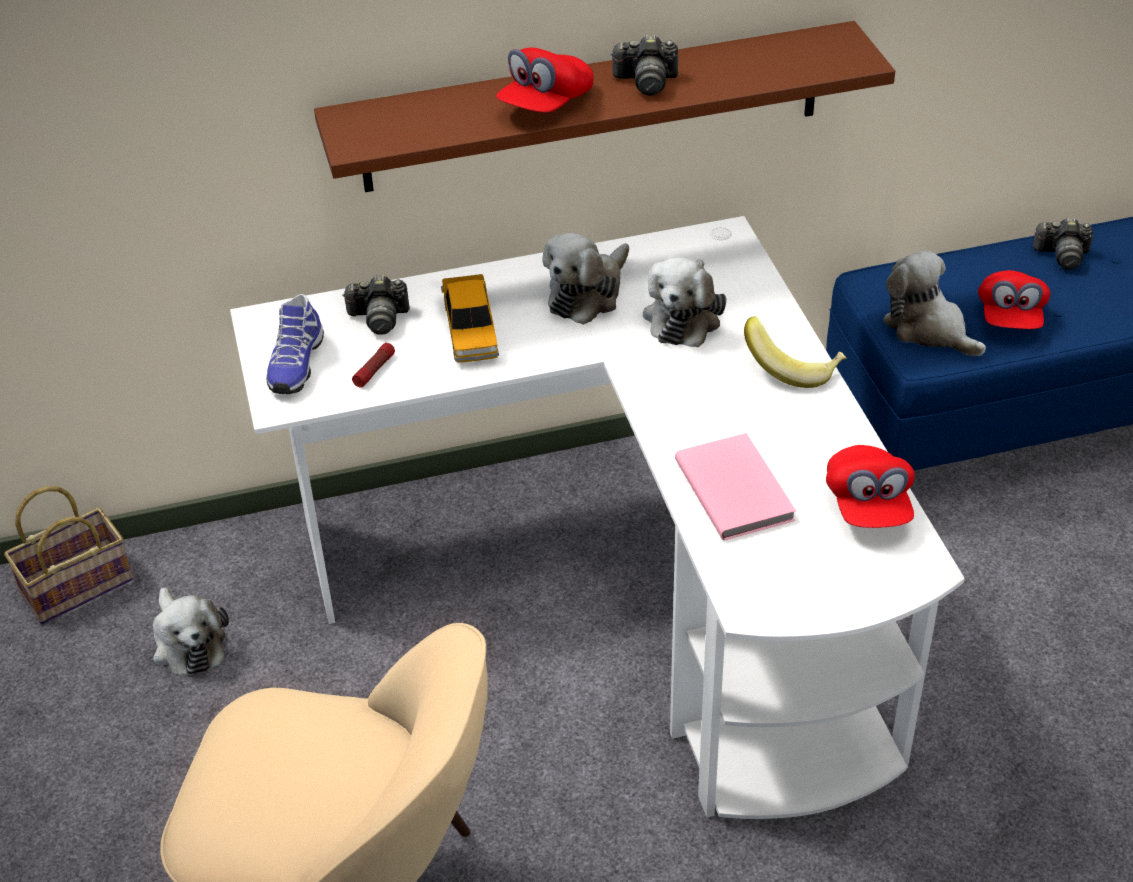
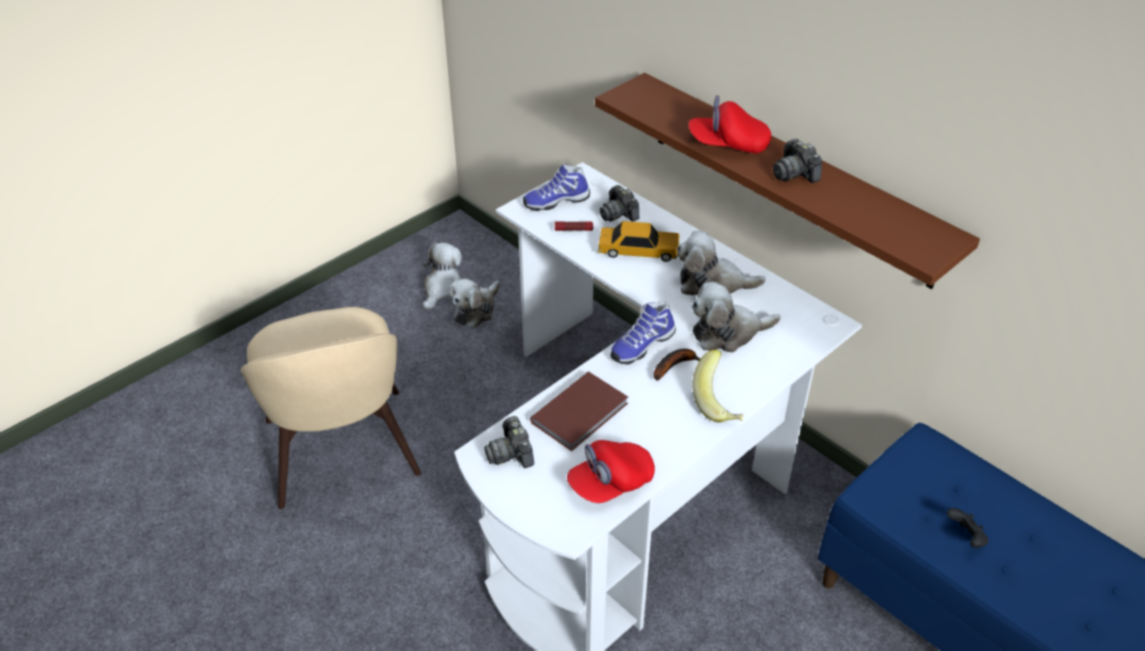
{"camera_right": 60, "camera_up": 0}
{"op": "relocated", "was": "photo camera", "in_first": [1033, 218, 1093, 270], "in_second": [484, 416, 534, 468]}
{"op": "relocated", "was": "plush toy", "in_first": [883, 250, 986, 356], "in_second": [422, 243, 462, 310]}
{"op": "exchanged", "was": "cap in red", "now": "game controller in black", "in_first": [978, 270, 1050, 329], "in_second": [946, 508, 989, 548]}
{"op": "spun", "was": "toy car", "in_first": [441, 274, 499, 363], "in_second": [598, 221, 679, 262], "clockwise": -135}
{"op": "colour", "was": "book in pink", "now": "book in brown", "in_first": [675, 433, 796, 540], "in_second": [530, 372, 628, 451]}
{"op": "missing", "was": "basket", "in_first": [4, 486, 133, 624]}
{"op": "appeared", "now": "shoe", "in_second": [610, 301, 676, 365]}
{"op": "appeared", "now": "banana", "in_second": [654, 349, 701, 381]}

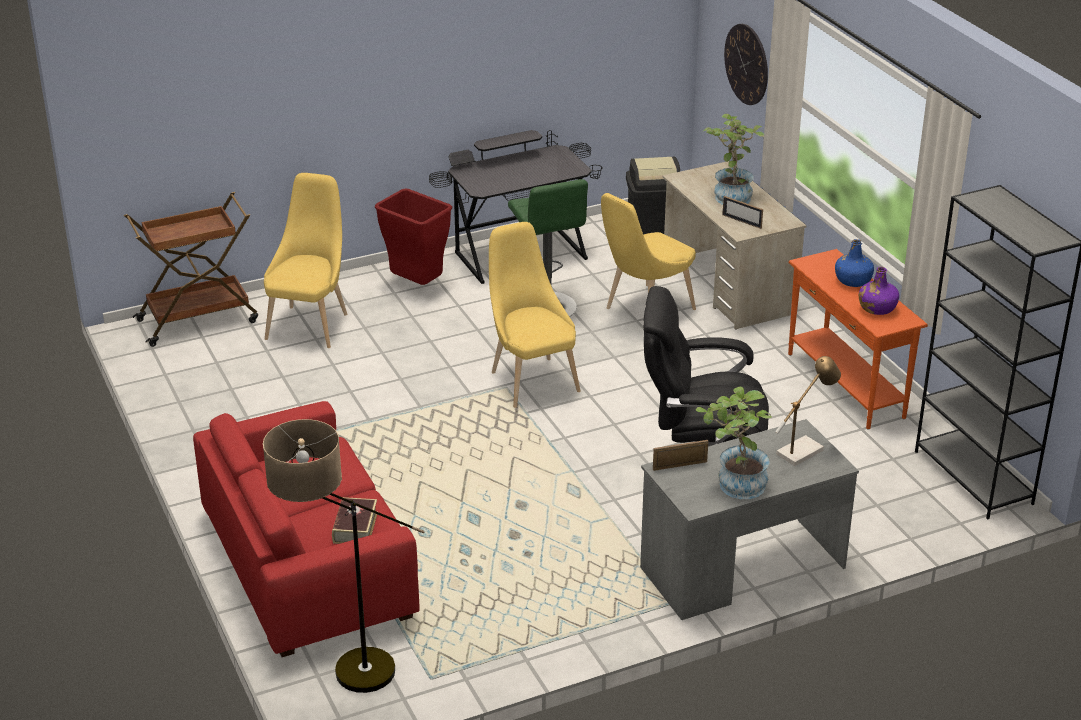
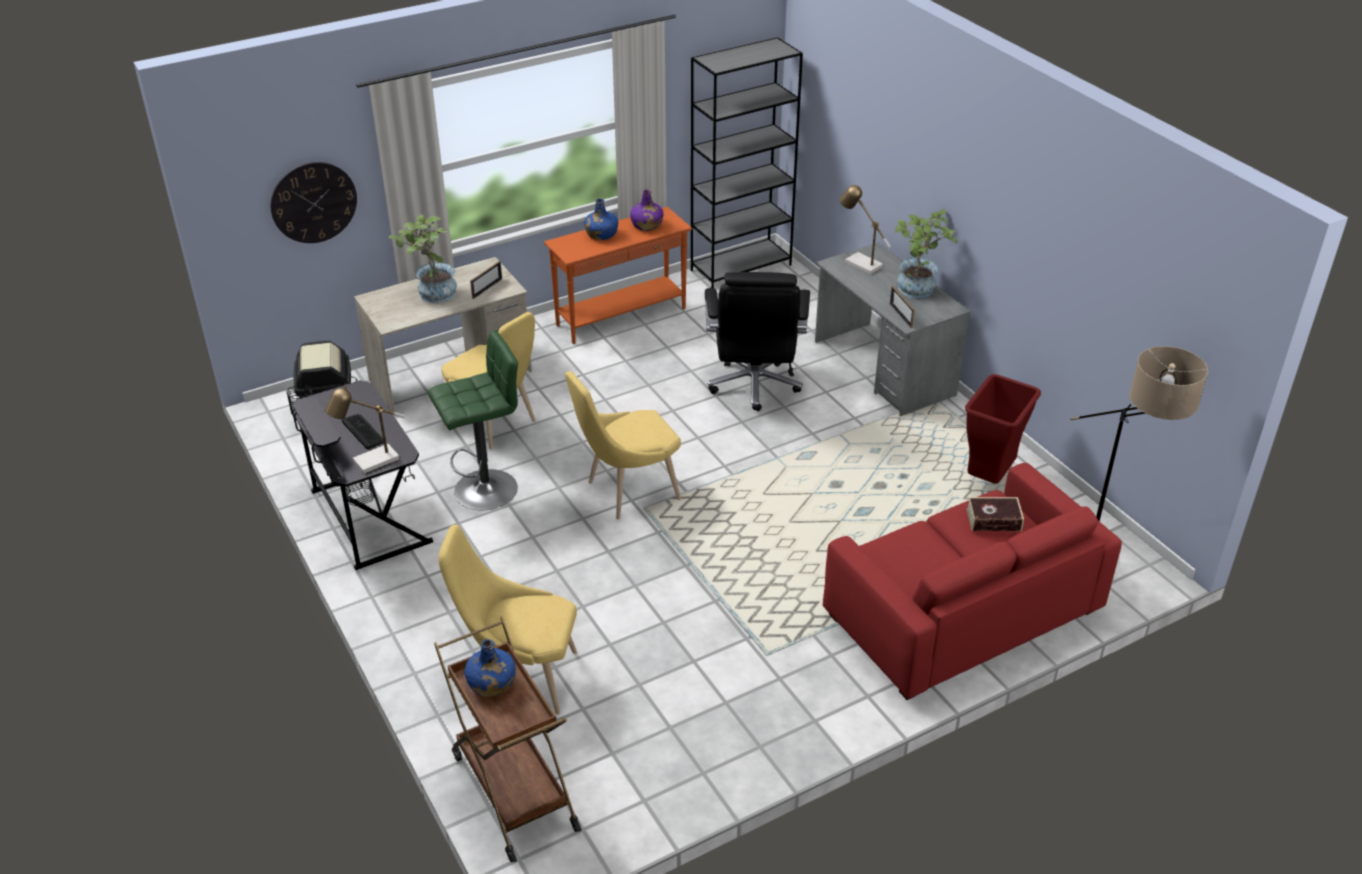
{"camera_right": -95, "camera_up": 5}
{"op": "relocated", "was": "trash can in red", "in_first": [375, 188, 452, 285], "in_second": [965, 374, 1041, 484]}
{"op": "appeared", "now": "table lamp", "in_second": [325, 386, 405, 474]}
{"op": "appeared", "now": "keyboard", "in_second": [342, 414, 384, 449]}
{"op": "appeared", "now": "bottle in blue", "in_second": [465, 639, 516, 697]}

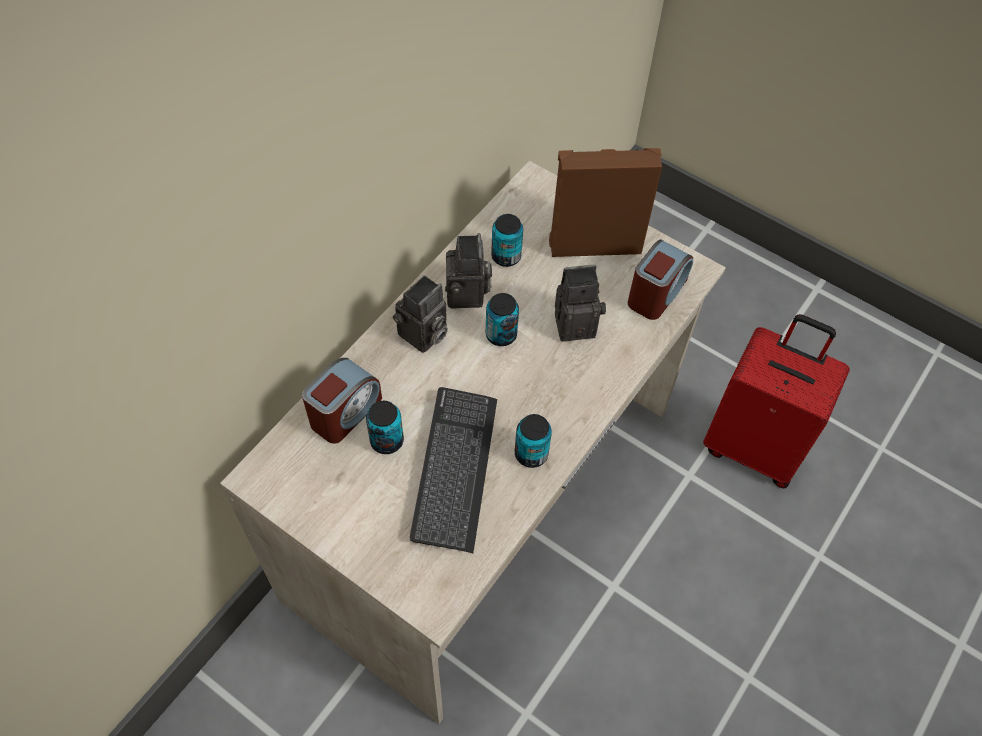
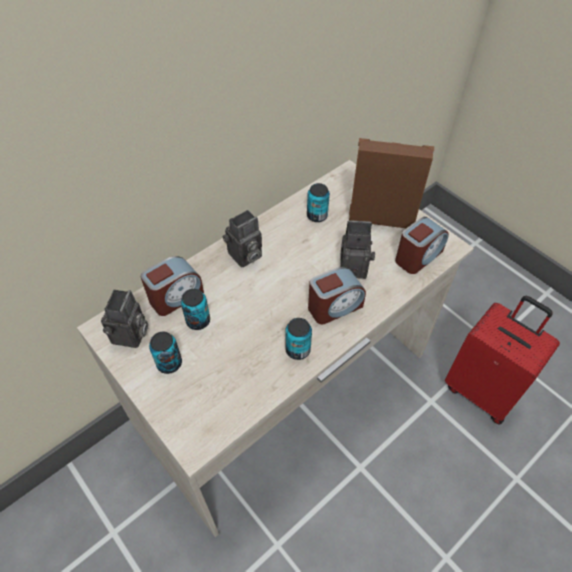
{"camera_right": 15, "camera_up": -5}
{"op": "relocated", "was": "photo camera", "in_first": [445, 233, 492, 308], "in_second": [101, 290, 148, 348]}
{"op": "relocated", "was": "can", "in_first": [486, 293, 519, 346], "in_second": [149, 332, 182, 374]}
{"op": "missing", "was": "keyboard", "in_first": [410, 387, 497, 553]}
{"op": "appeared", "now": "alarm clock", "in_second": [308, 267, 366, 324]}

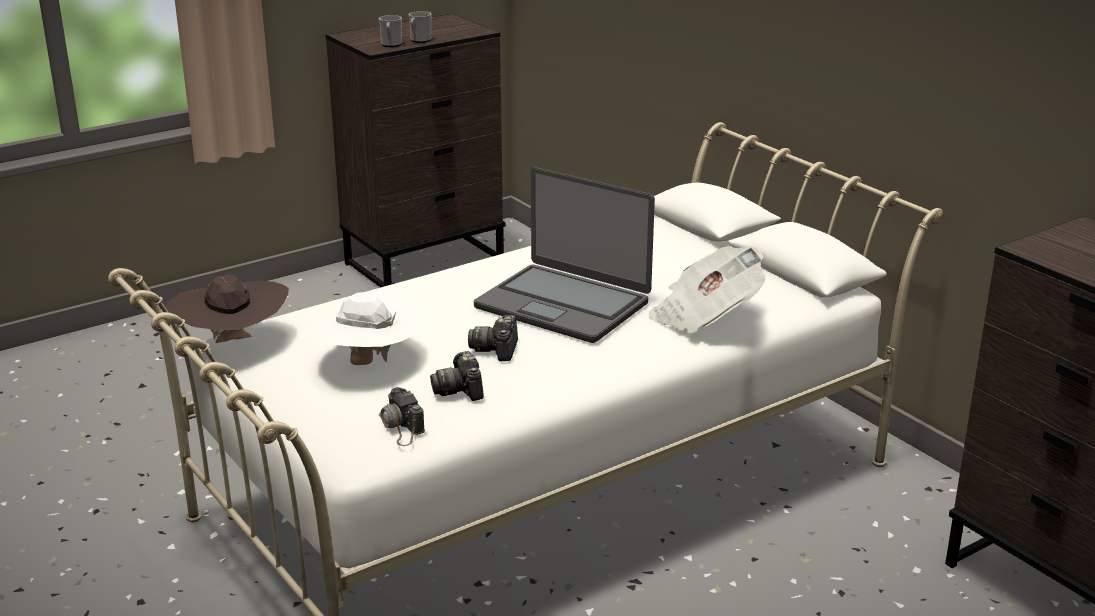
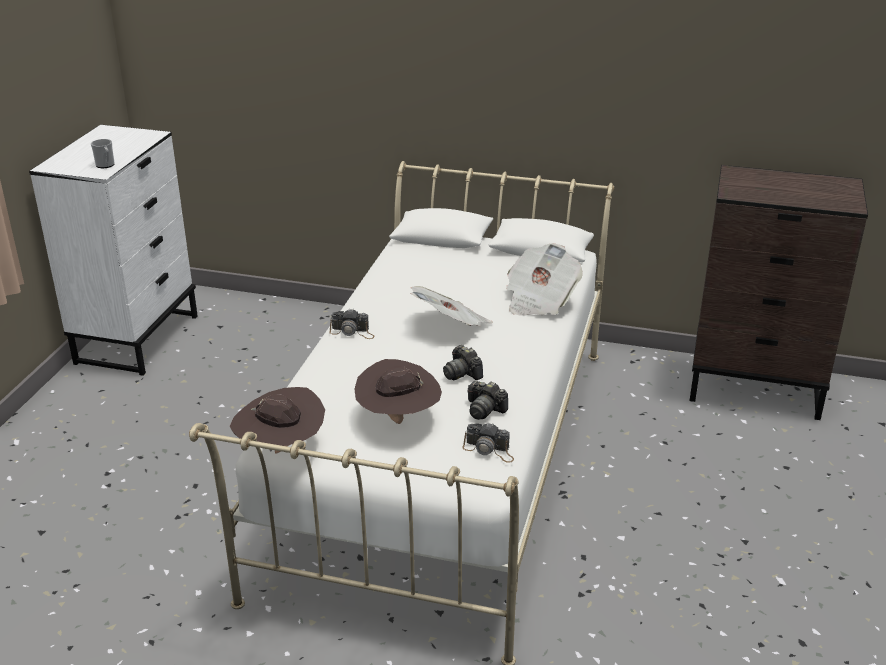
{"camera_right": -40, "camera_up": 5}
{"op": "missing", "was": "mug", "in_first": [409, 11, 432, 43]}
{"op": "colour", "was": "dresser in brown", "now": "dresser in white", "in_first": [325, 14, 506, 287], "in_second": [29, 124, 198, 376]}
{"op": "exchanged", "was": "laptop", "now": "newspaper", "in_first": [474, 167, 655, 343], "in_second": [410, 286, 493, 326]}
{"op": "colour", "was": "hat in white", "now": "hat in brown", "in_first": [307, 291, 421, 365], "in_second": [354, 359, 442, 424]}
{"op": "appeared", "now": "photo camera", "in_second": [329, 309, 375, 339]}

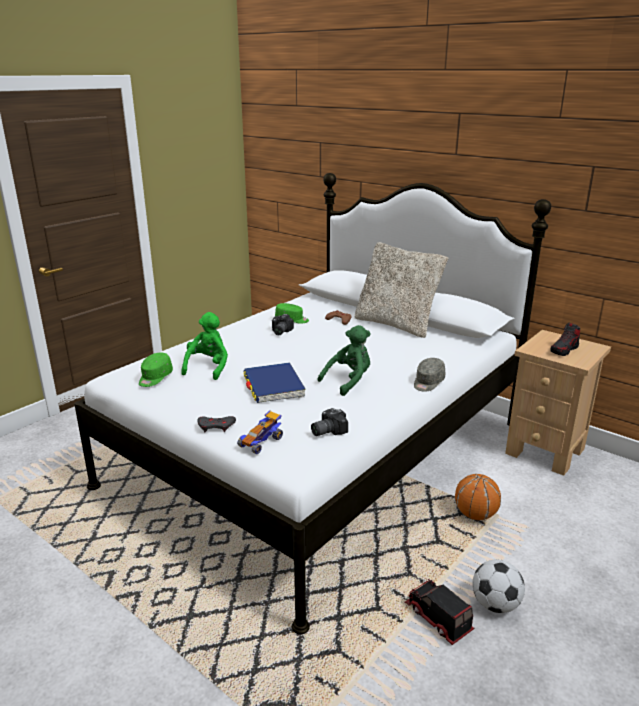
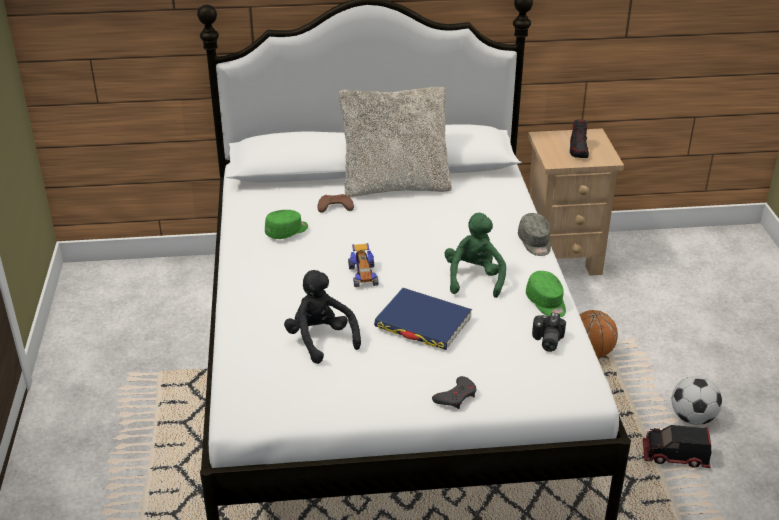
{"camera_right": -45, "camera_up": 10}
{"op": "colour", "was": "plush toy in green", "now": "plush toy in black", "in_first": [181, 312, 228, 380], "in_second": [284, 270, 361, 364]}
{"op": "missing", "was": "photo camera", "in_first": [272, 314, 294, 335]}
{"op": "relocated", "was": "cap in green", "in_first": [139, 352, 173, 387], "in_second": [526, 271, 566, 317]}
{"op": "relocated", "was": "toy car", "in_first": [237, 410, 283, 454], "in_second": [348, 243, 378, 287]}

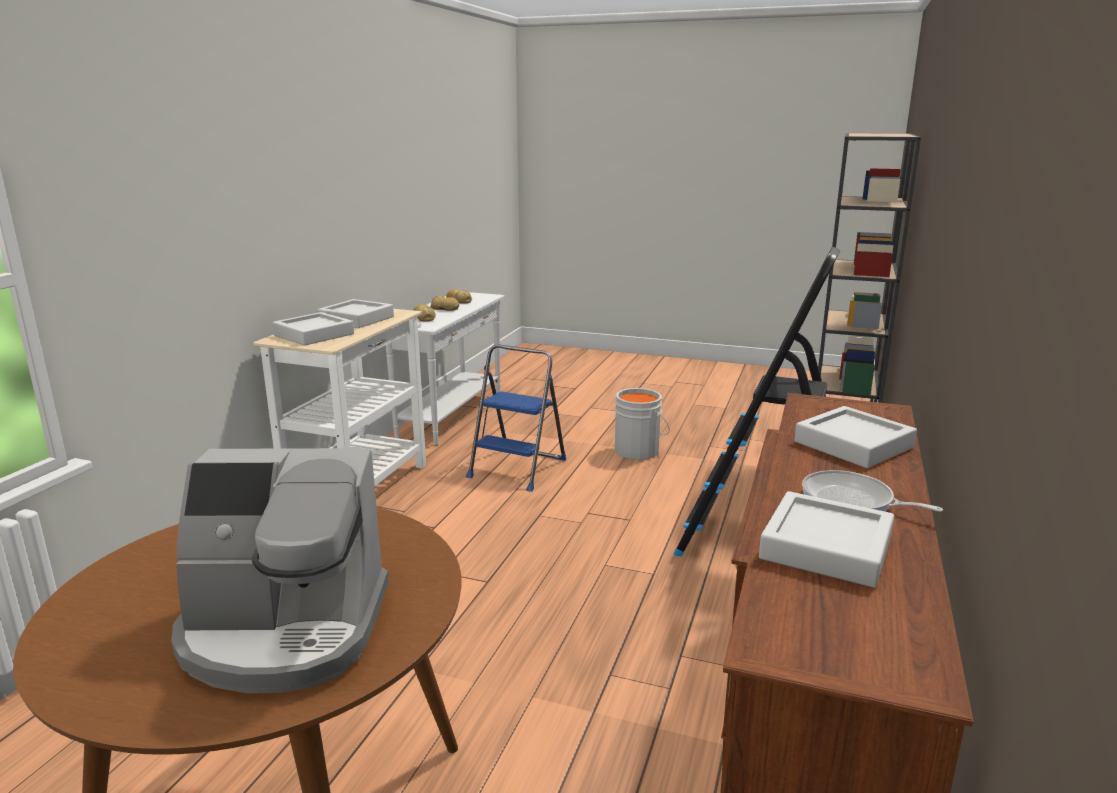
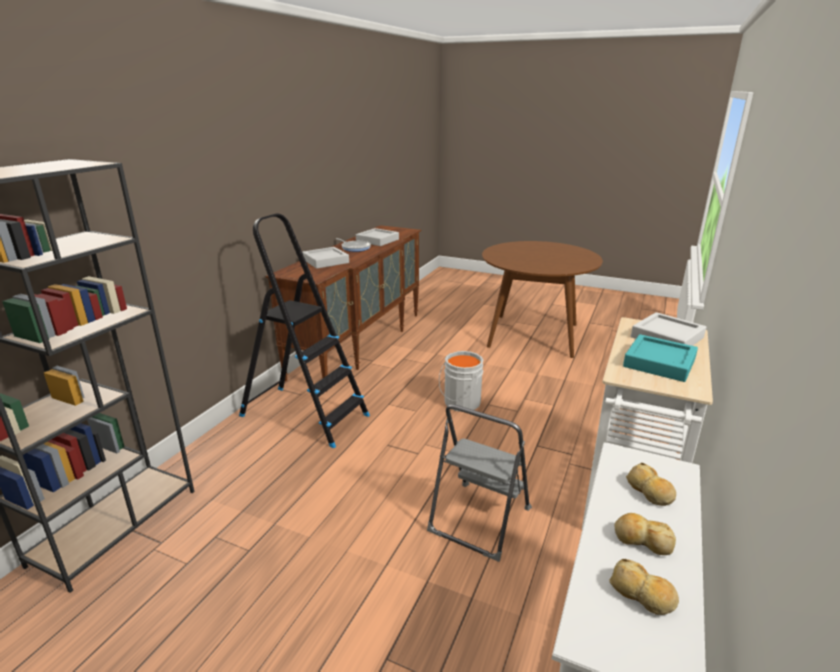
{"camera_right": -175, "camera_up": 5}
{"op": "colour", "was": "tray in grey", "now": "tray in turquoise", "in_first": [317, 299, 394, 328], "in_second": [623, 334, 698, 382]}
{"op": "colour", "was": "step ladder in blue", "now": "step ladder in grey", "in_first": [466, 345, 566, 491], "in_second": [427, 404, 532, 562]}
{"op": "relocated", "was": "bucket in grey", "in_first": [615, 388, 670, 460], "in_second": [439, 351, 483, 412]}
{"op": "missing", "was": "coffee machine", "in_first": [171, 448, 389, 694]}

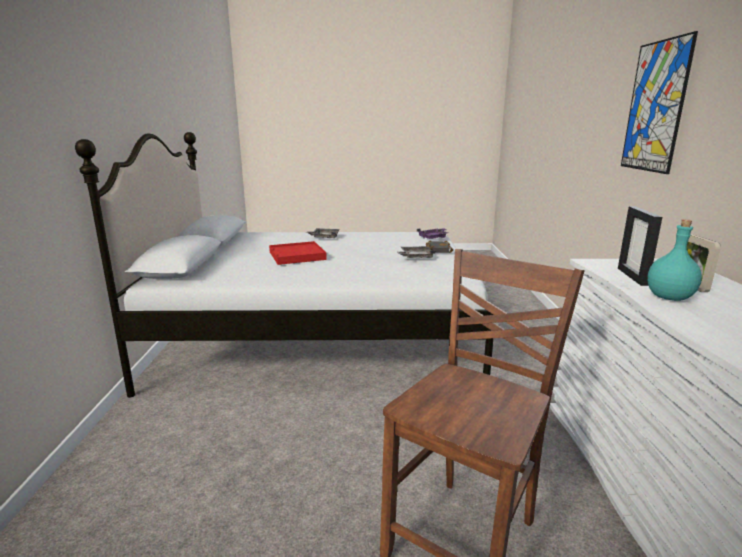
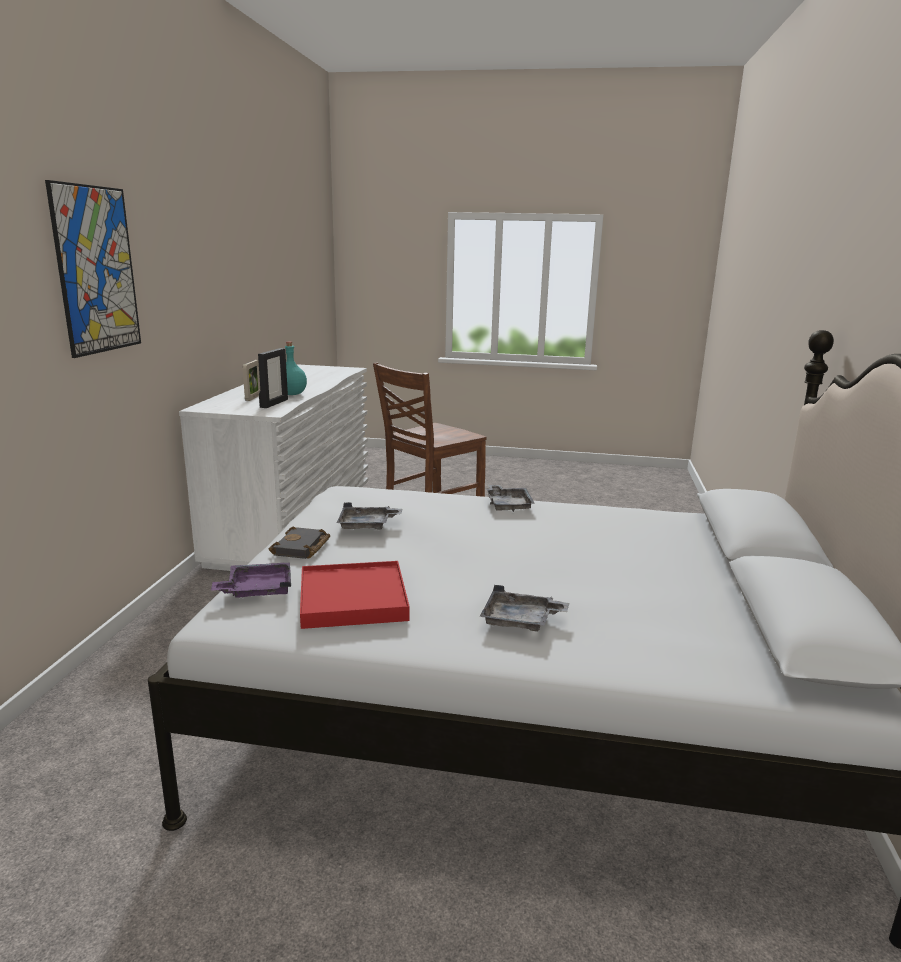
{"camera_right": -170, "camera_up": 0}
{"op": "relocated", "was": "tray in red", "in_first": [269, 241, 327, 265], "in_second": [300, 561, 410, 629]}
{"op": "appeared", "now": "tray in grey", "in_second": [487, 485, 535, 512]}

